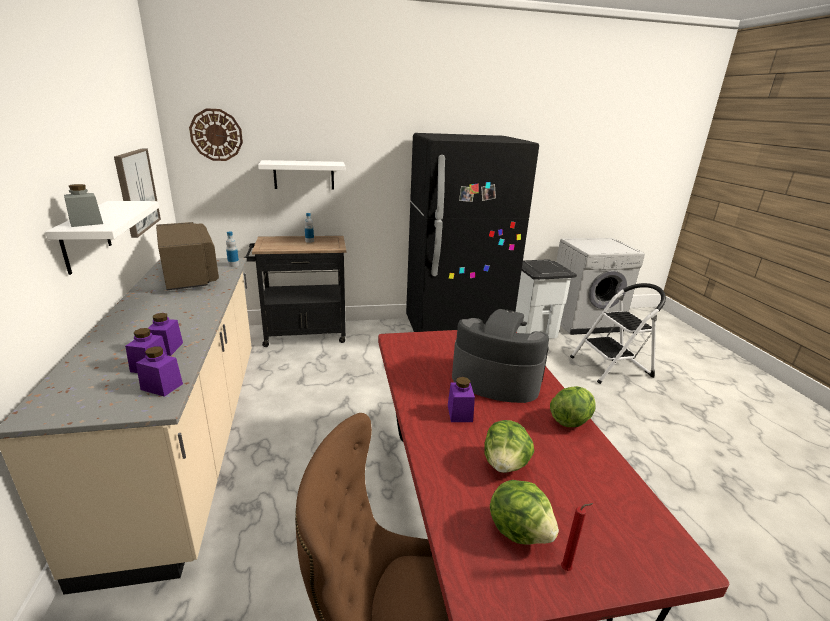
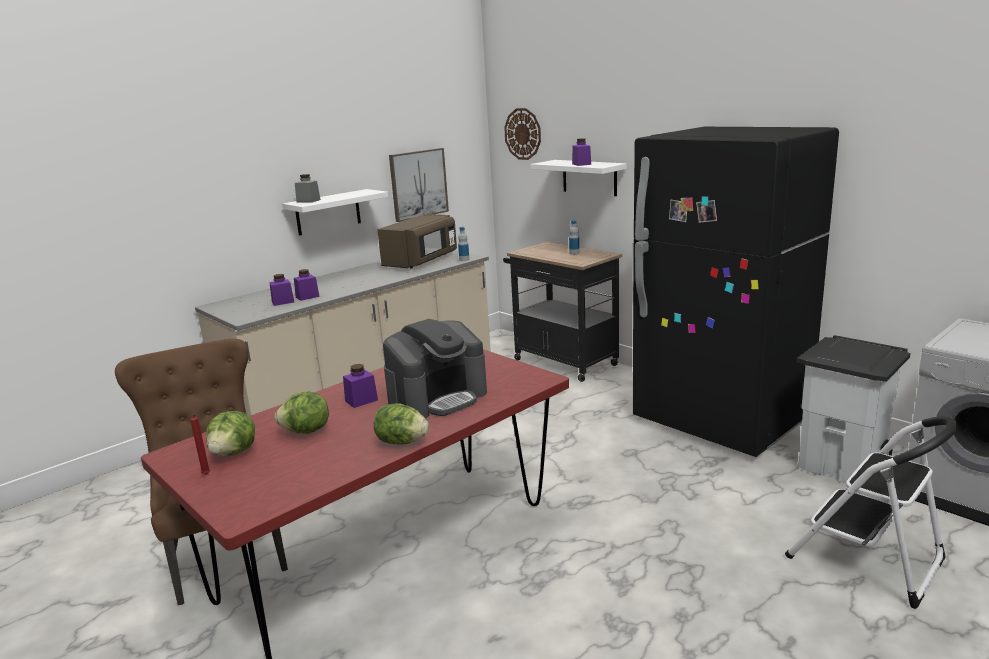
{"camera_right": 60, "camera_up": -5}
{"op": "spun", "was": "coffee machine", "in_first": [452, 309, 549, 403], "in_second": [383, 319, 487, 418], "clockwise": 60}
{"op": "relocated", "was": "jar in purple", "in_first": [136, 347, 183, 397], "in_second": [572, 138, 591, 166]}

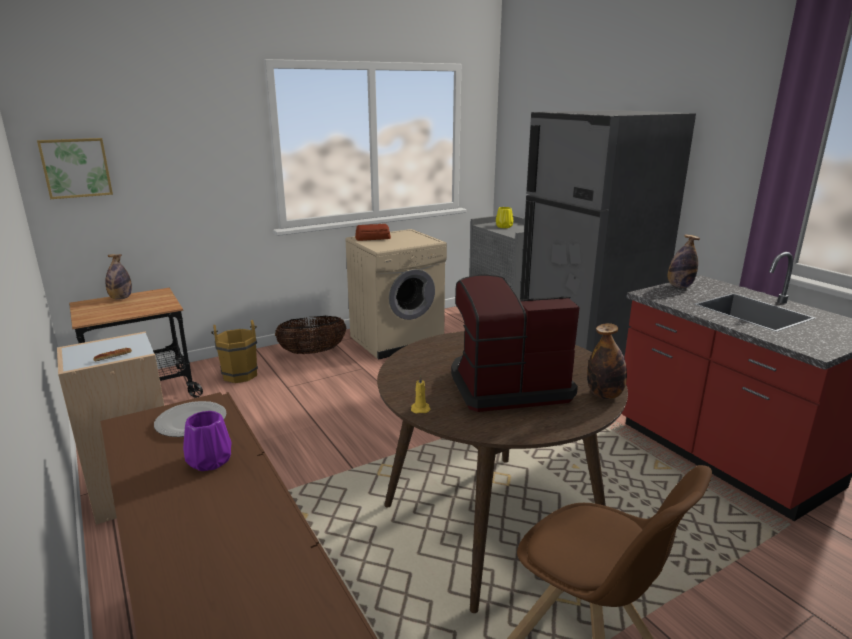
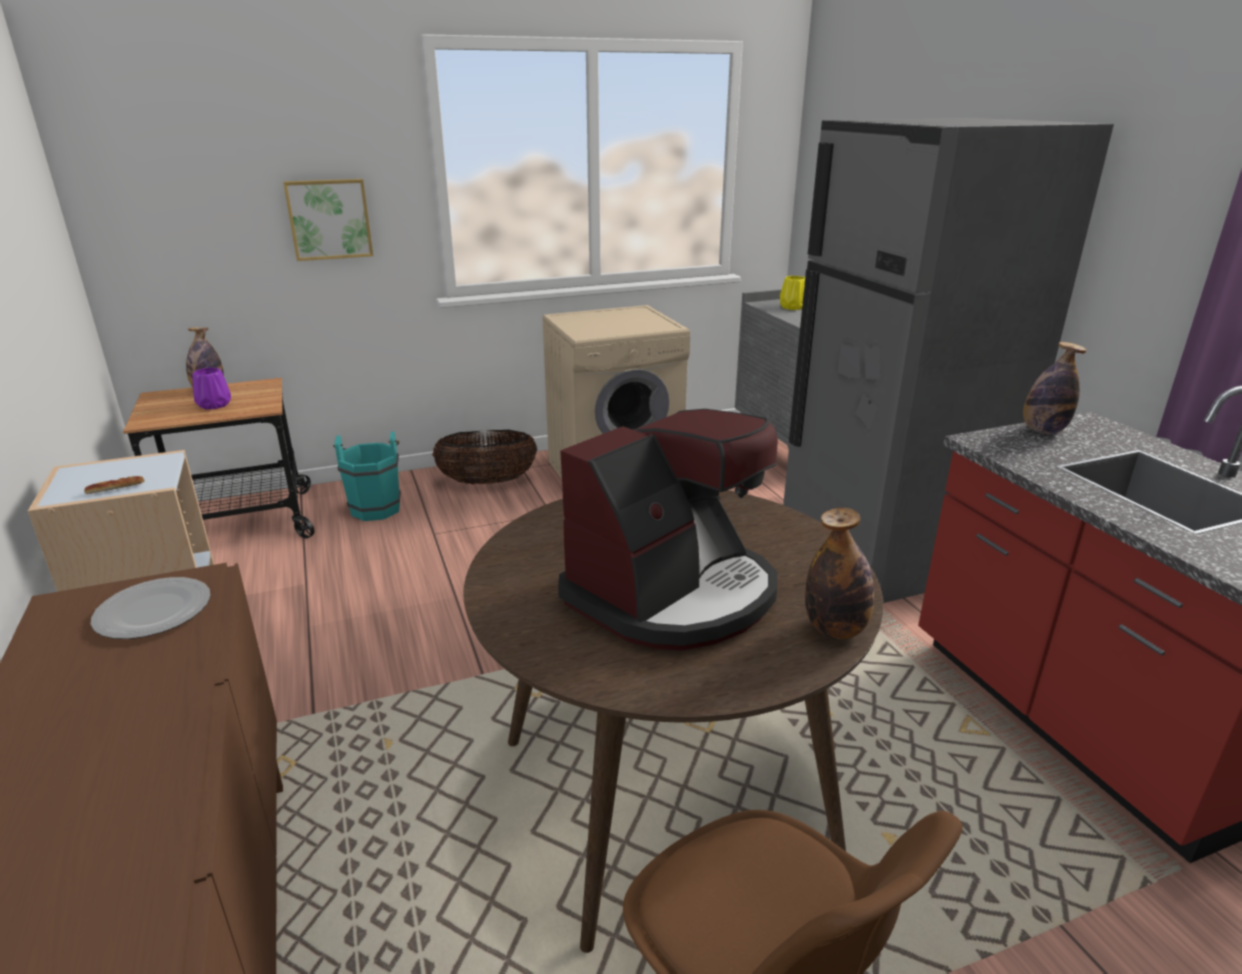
{"camera_right": 10, "camera_up": 5}
{"op": "relocated", "was": "picture", "in_first": [37, 138, 113, 199], "in_second": [283, 179, 373, 261]}
{"op": "missing", "was": "bread", "in_first": [355, 224, 391, 241]}
{"op": "spun", "was": "coffee machine", "in_first": [451, 275, 580, 412], "in_second": [558, 409, 778, 651], "clockwise": 135}
{"op": "colour", "was": "bucket in brown", "now": "bucket in turquoise", "in_first": [211, 320, 258, 383], "in_second": [333, 431, 401, 521]}
{"op": "missing", "was": "candle in yellow", "in_first": [411, 375, 431, 413]}
{"op": "relocated", "was": "vase in purple", "in_first": [183, 411, 232, 471], "in_second": [192, 368, 231, 409]}

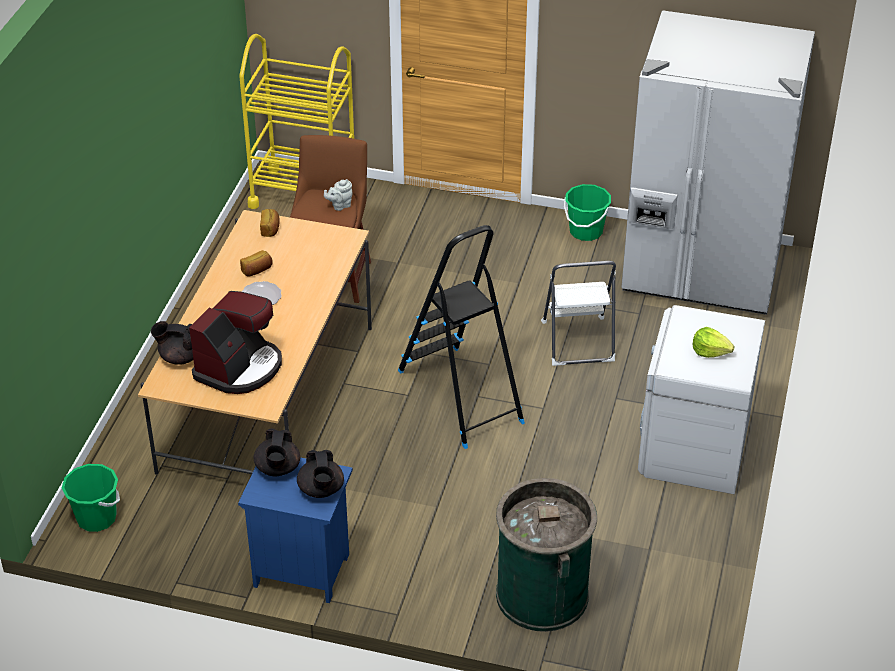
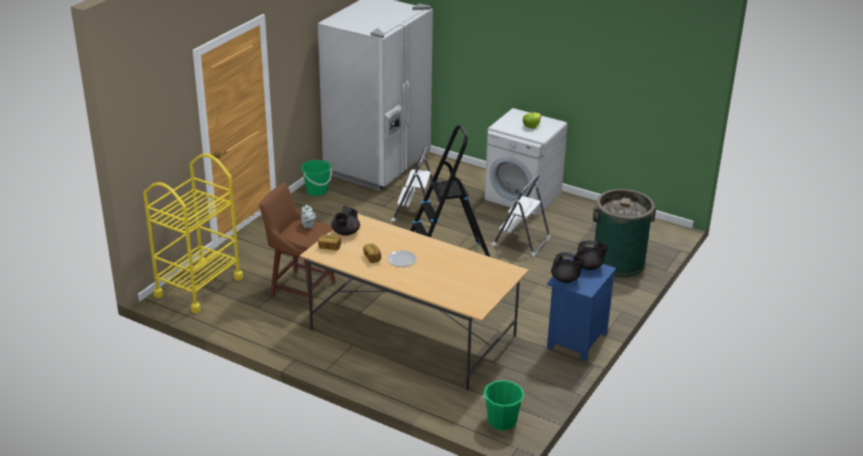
{"camera_right": -75, "camera_up": -10}
{"op": "missing", "was": "coffee machine", "in_first": [189, 291, 282, 394]}
{"op": "relocated", "was": "teapot in black", "in_first": [151, 321, 193, 365], "in_second": [331, 206, 360, 236]}
{"op": "appeared", "now": "step ladder in white", "in_second": [491, 174, 550, 257]}

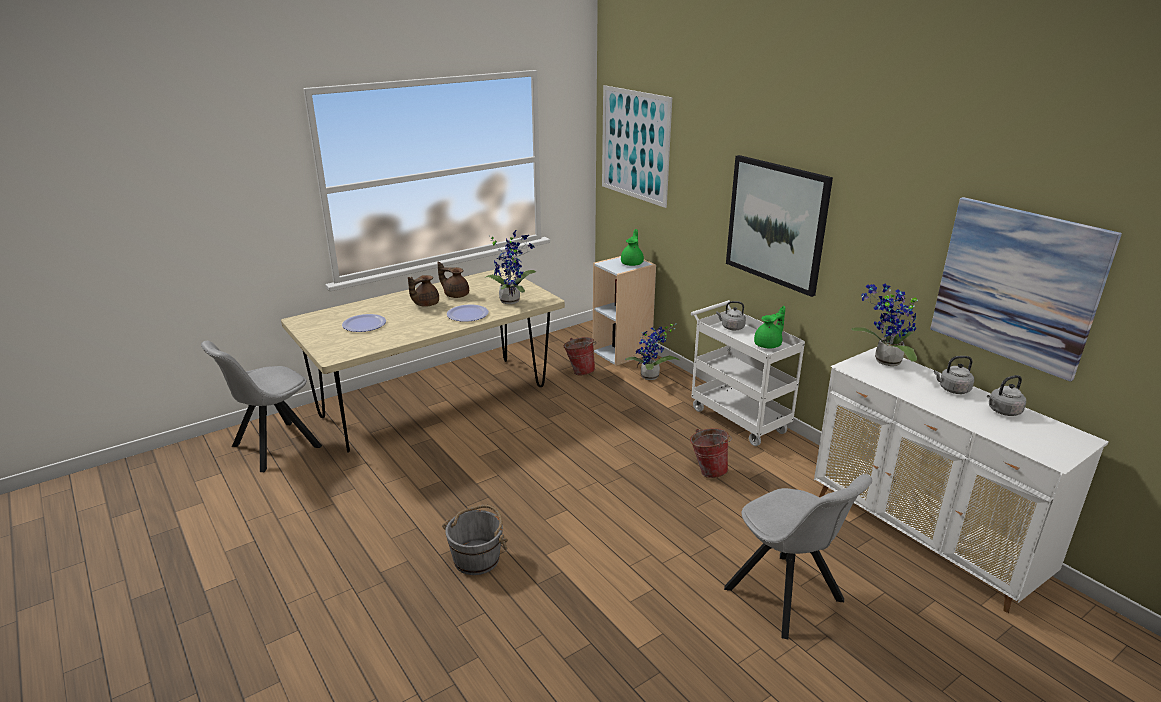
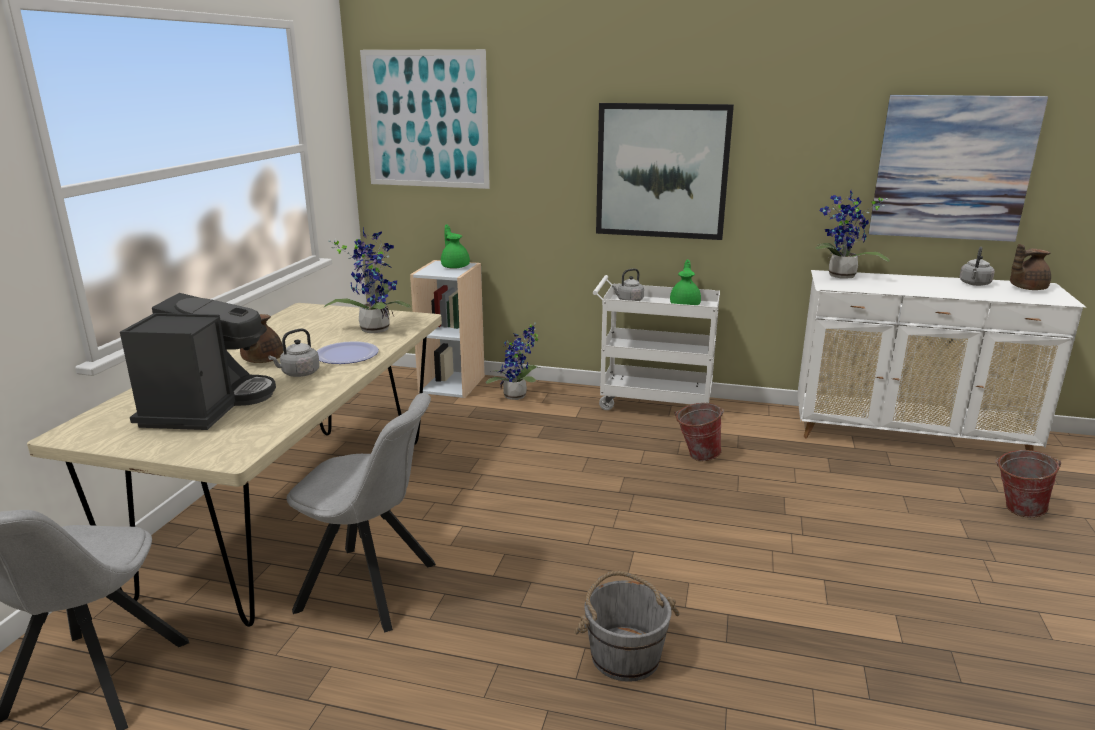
{"camera_right": -40, "camera_up": -5}
{"op": "relocated", "was": "teapot in brown", "in_first": [437, 261, 469, 298], "in_second": [1010, 244, 1051, 290]}
{"op": "exchanged", "was": "plate", "now": "coffee machine", "in_first": [342, 314, 386, 332], "in_second": [120, 293, 276, 430]}
{"op": "relocated", "was": "bucket", "in_first": [564, 337, 596, 376], "in_second": [995, 450, 1061, 518]}
{"op": "relocated", "was": "kettle in grey", "in_first": [934, 356, 974, 394], "in_second": [268, 329, 320, 377]}
{"op": "relocated", "was": "chair in grey", "in_first": [724, 474, 872, 639], "in_second": [287, 393, 436, 633]}

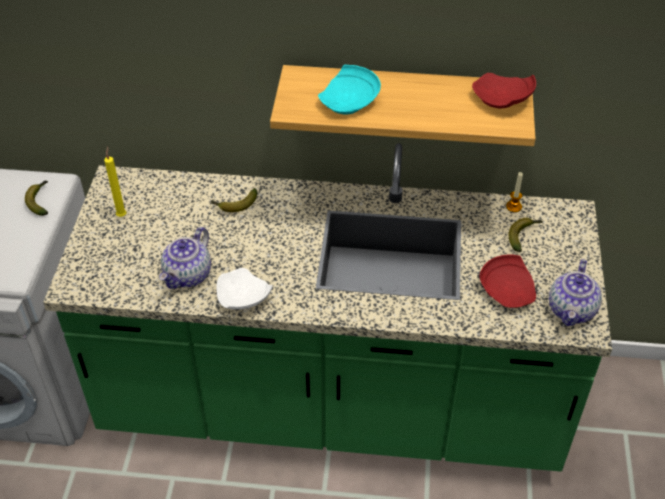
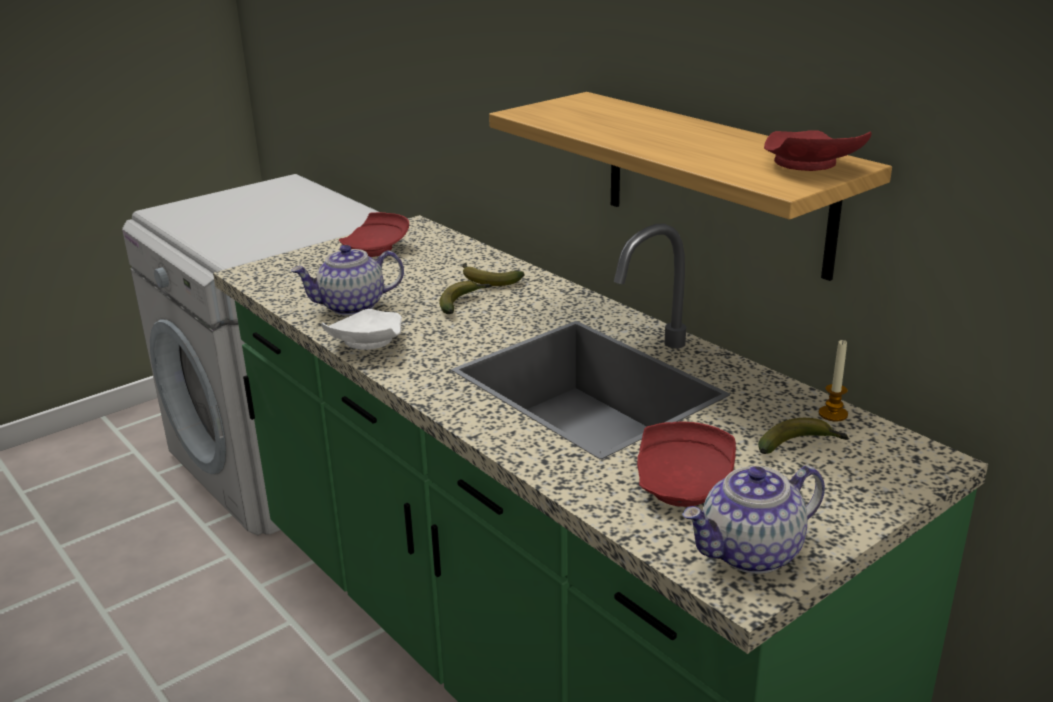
{"camera_right": 45, "camera_up": -20}
{"op": "missing", "was": "plate in turquoise", "in_first": [318, 65, 381, 115]}
{"op": "exchanged", "was": "candle in yellow", "now": "plate in red", "in_first": [104, 147, 126, 217], "in_second": [339, 212, 409, 257]}
{"op": "relocated", "was": "banana", "in_first": [25, 181, 48, 216], "in_second": [439, 281, 491, 314]}

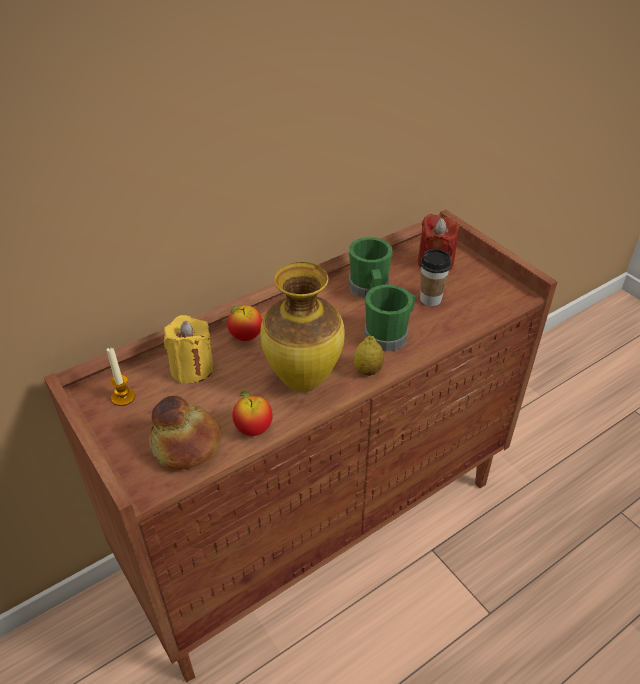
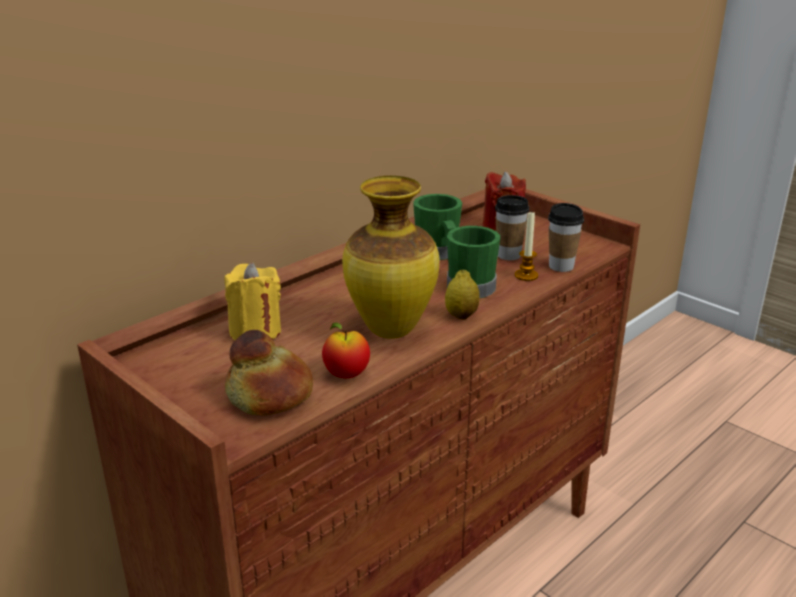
{"camera_right": -10, "camera_up": -15}
{"op": "missing", "was": "apple", "in_first": [227, 305, 262, 341]}
{"op": "relocated", "was": "candle", "in_first": [107, 347, 135, 406], "in_second": [515, 210, 538, 281]}
{"op": "appeared", "now": "cup", "in_second": [548, 203, 584, 272]}

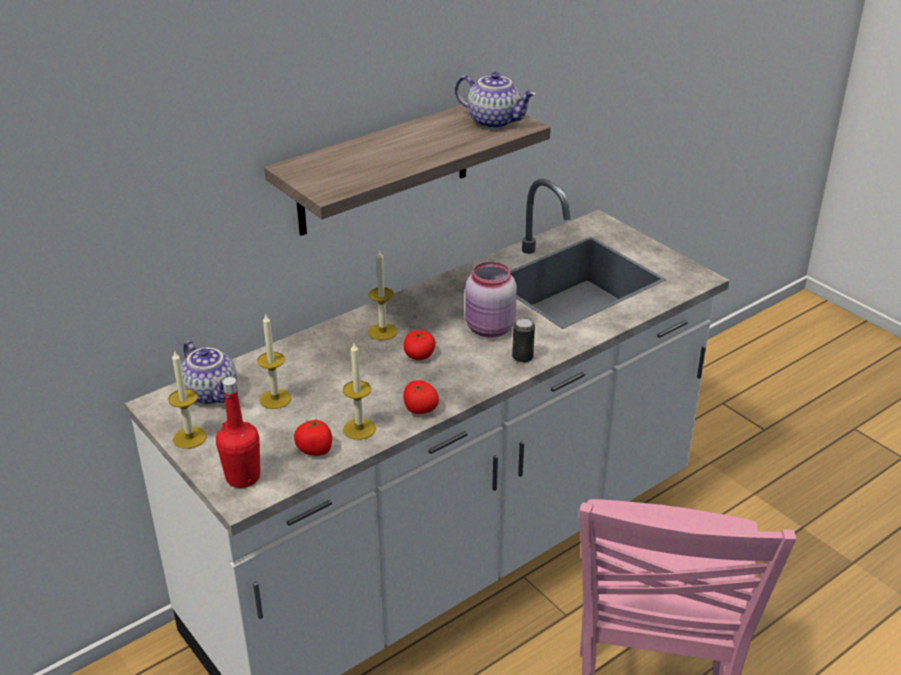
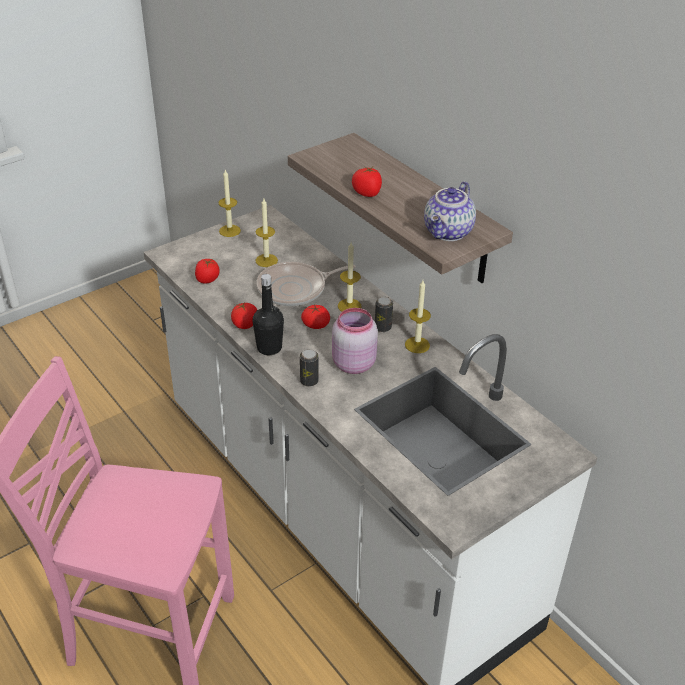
{"camera_right": 90, "camera_up": 5}
{"op": "missing", "was": "teapot", "in_first": [181, 341, 237, 405]}
{"op": "relocated", "was": "candle", "in_first": [343, 343, 376, 440], "in_second": [405, 280, 431, 353]}
{"op": "missing", "was": "bottle in red", "in_first": [216, 377, 260, 488]}
{"op": "appeared", "now": "tomato", "in_second": [352, 167, 382, 197]}
{"op": "appeared", "now": "frying pan", "in_second": [257, 262, 356, 306]}
{"op": "appeared", "now": "bottle in black", "in_second": [253, 274, 284, 355]}
{"op": "appeared", "now": "can", "in_second": [375, 297, 393, 332]}

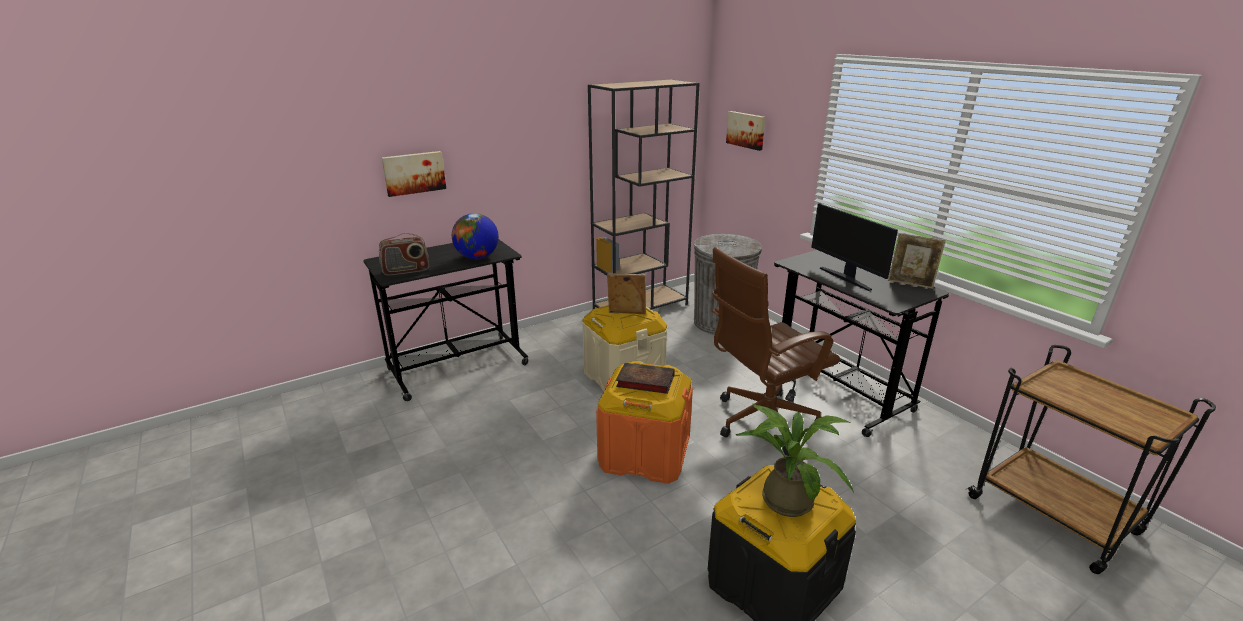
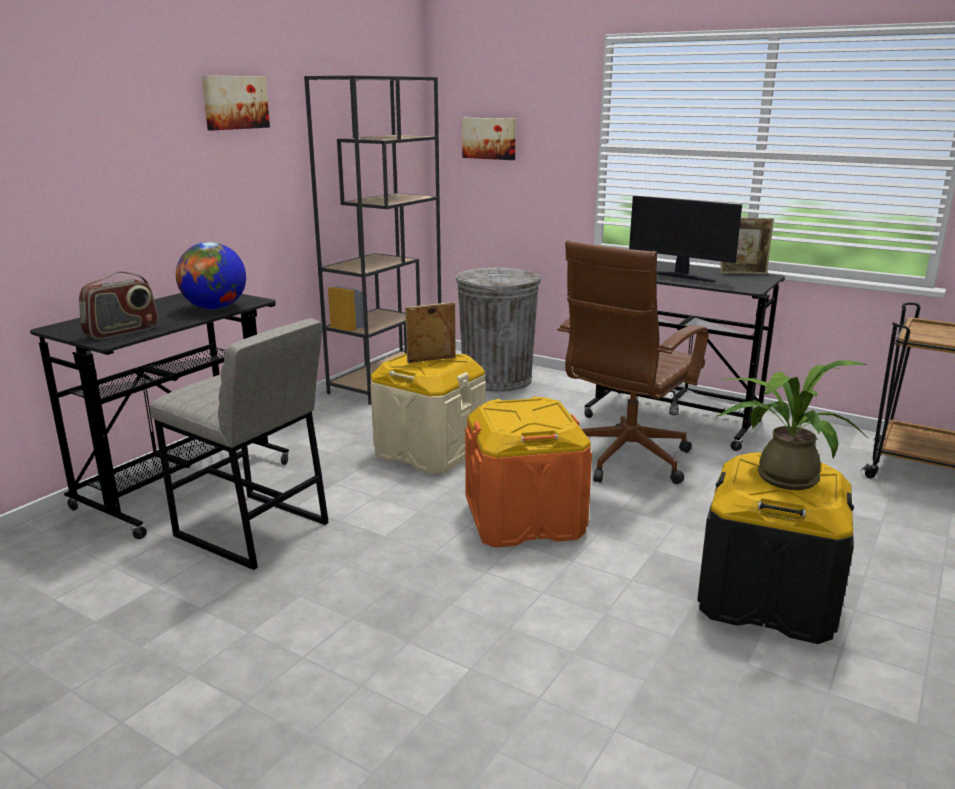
{"camera_right": -25, "camera_up": -5}
{"op": "relocated", "was": "picture", "in_first": [381, 151, 446, 197], "in_second": [202, 75, 270, 130]}
{"op": "missing", "was": "book", "in_first": [616, 363, 675, 394]}
{"op": "appeared", "now": "chair in grey", "in_second": [150, 318, 328, 570]}

